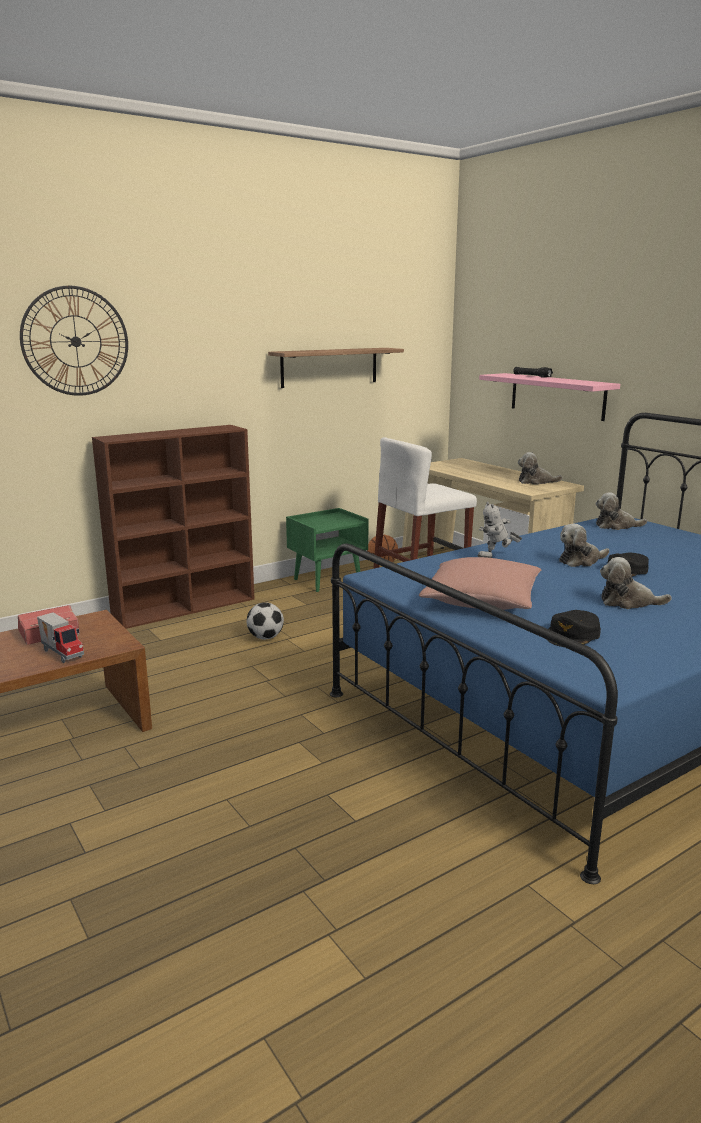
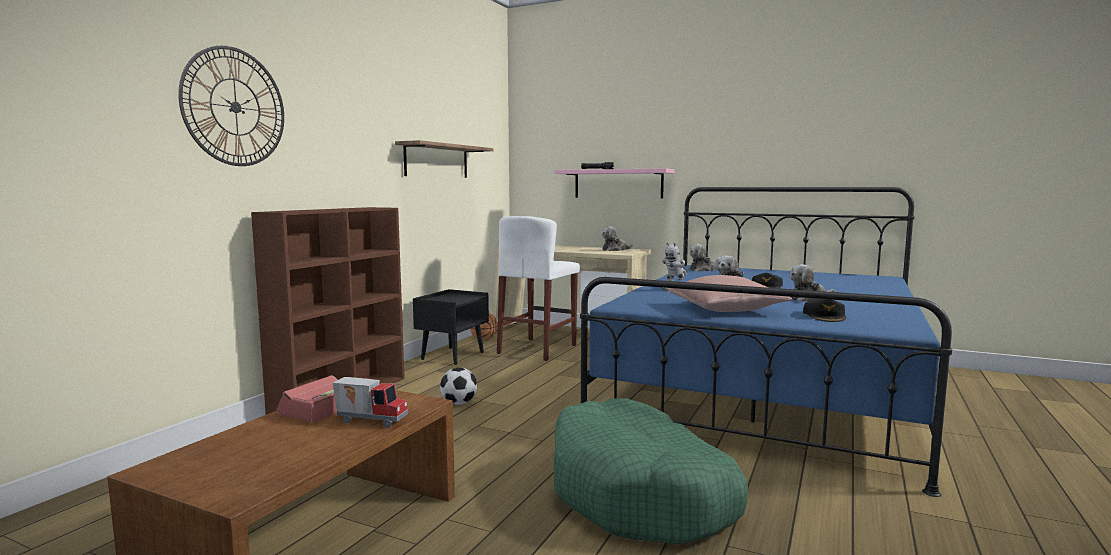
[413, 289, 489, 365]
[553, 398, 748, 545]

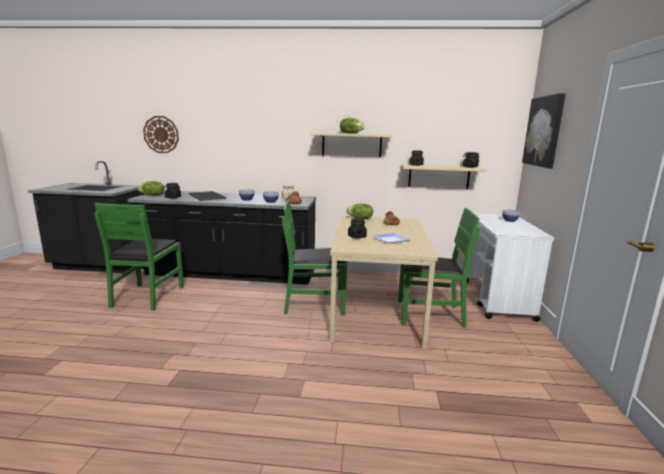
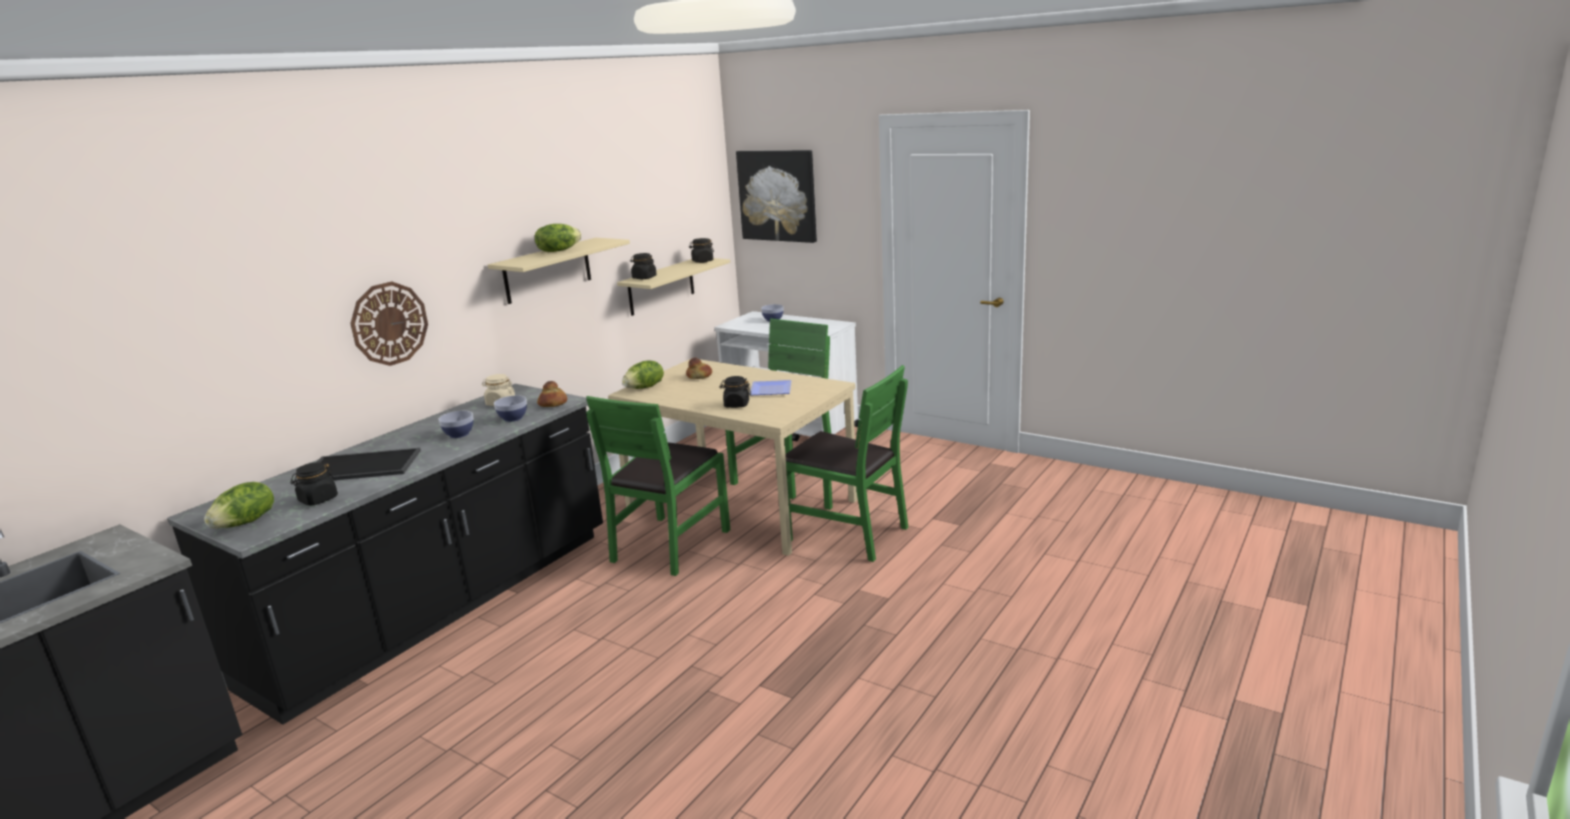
[350, 282, 428, 366]
[785, 365, 908, 562]

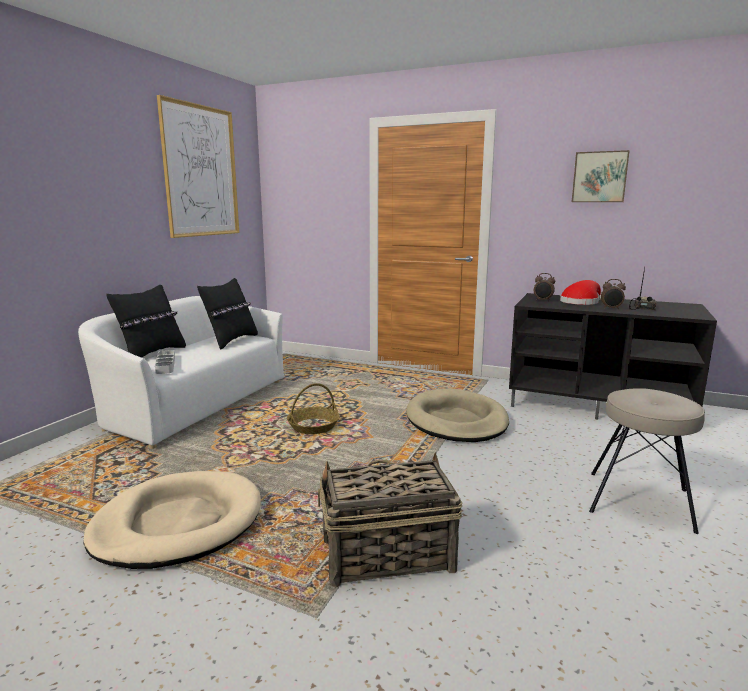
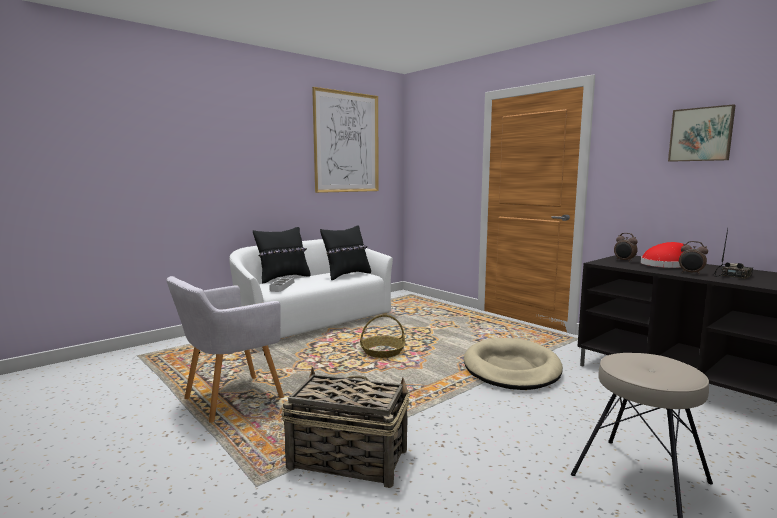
[166, 276, 284, 423]

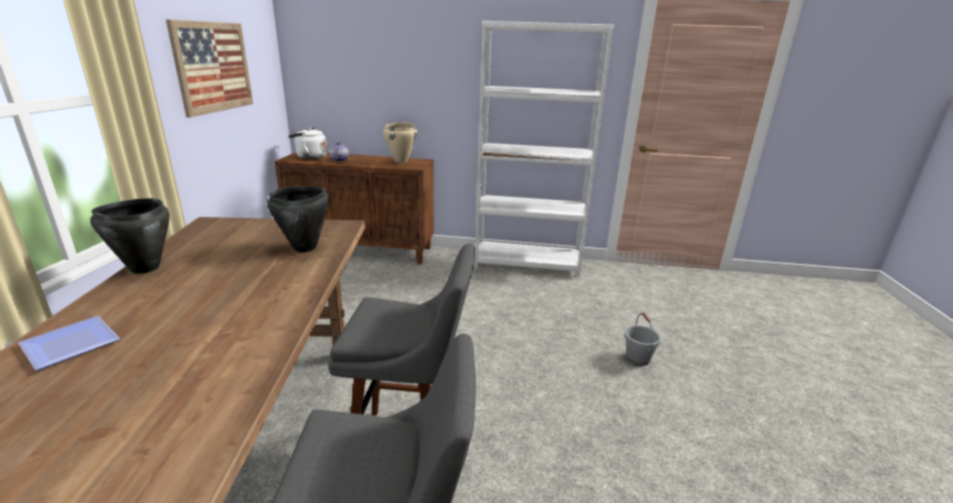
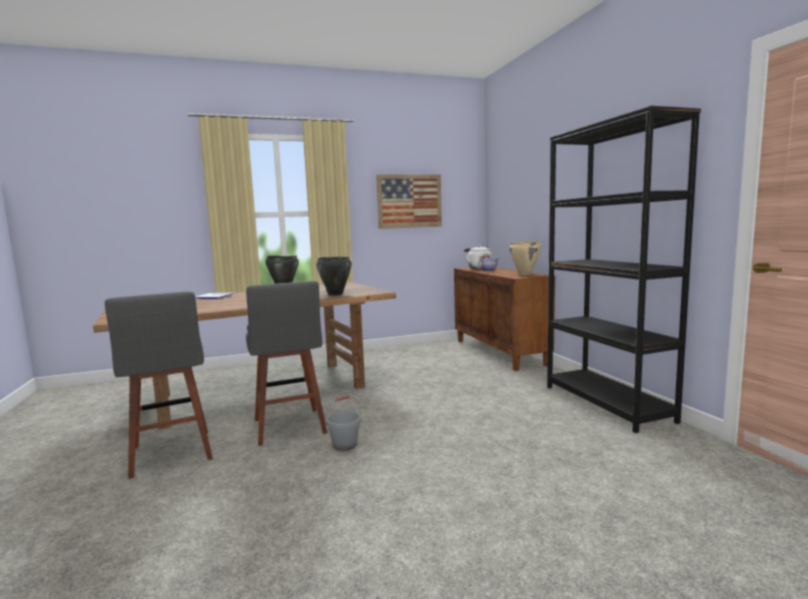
[325, 396, 361, 451]
[547, 106, 701, 433]

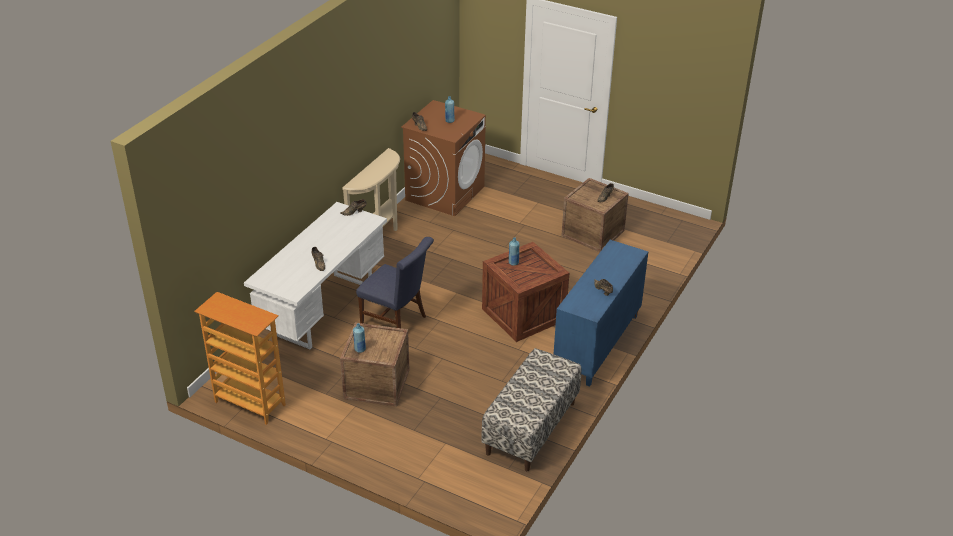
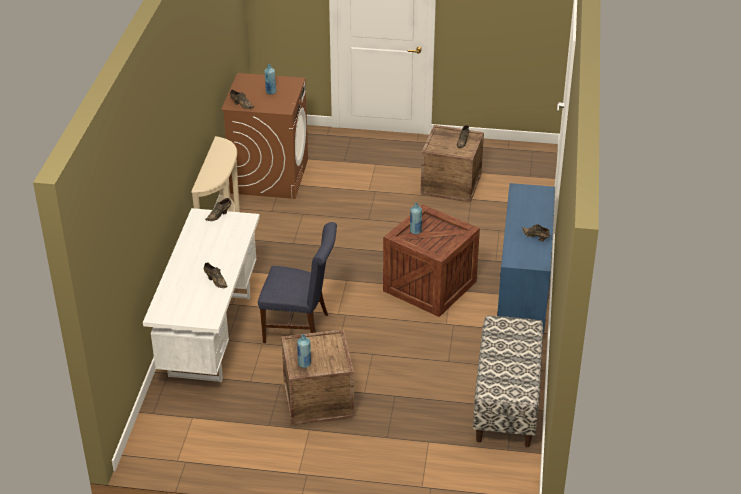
[194, 292, 286, 425] (first image)

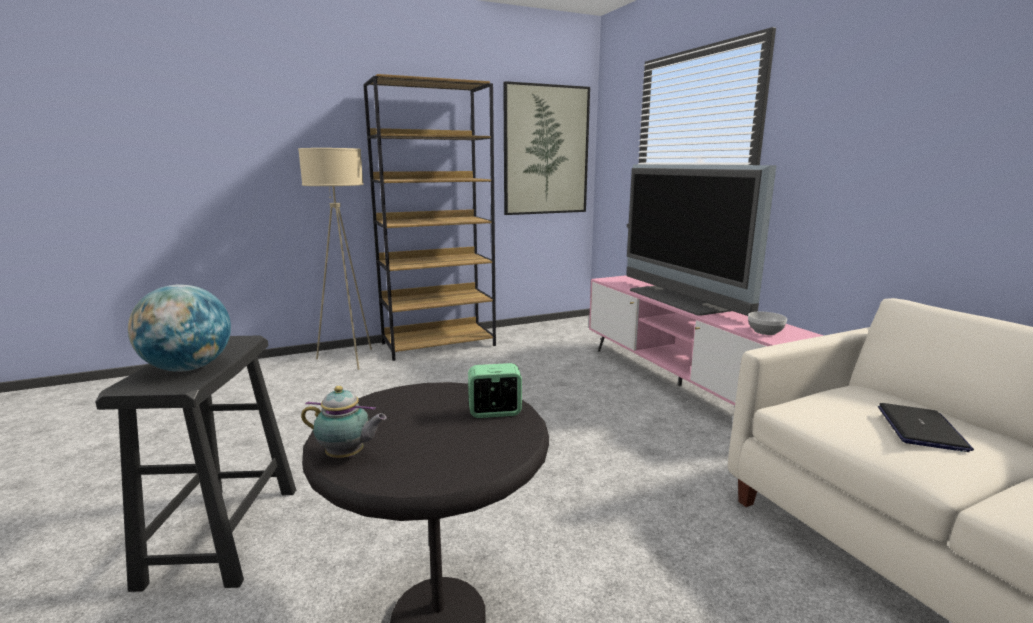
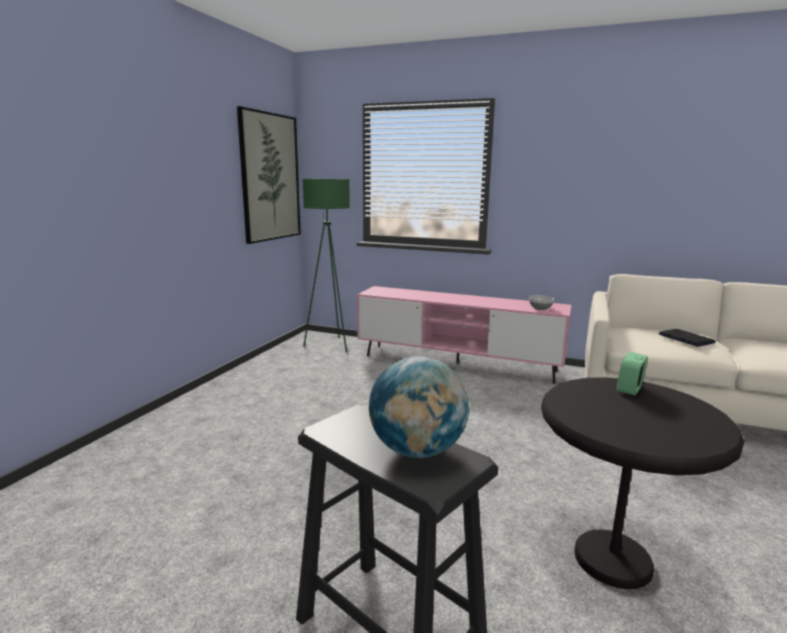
[302, 179, 350, 352]
[298, 148, 372, 370] (first image)
[301, 386, 387, 458] (first image)
[363, 74, 496, 361] (first image)
[626, 165, 776, 316] (first image)

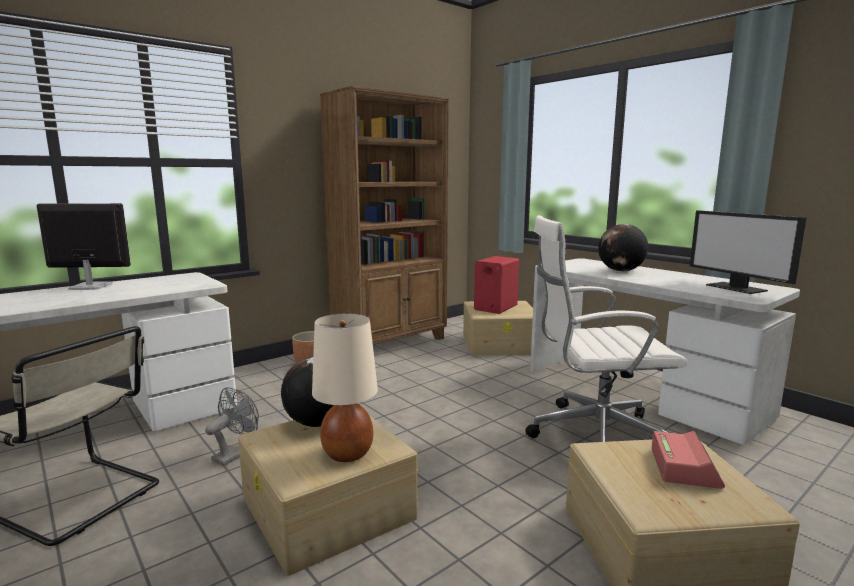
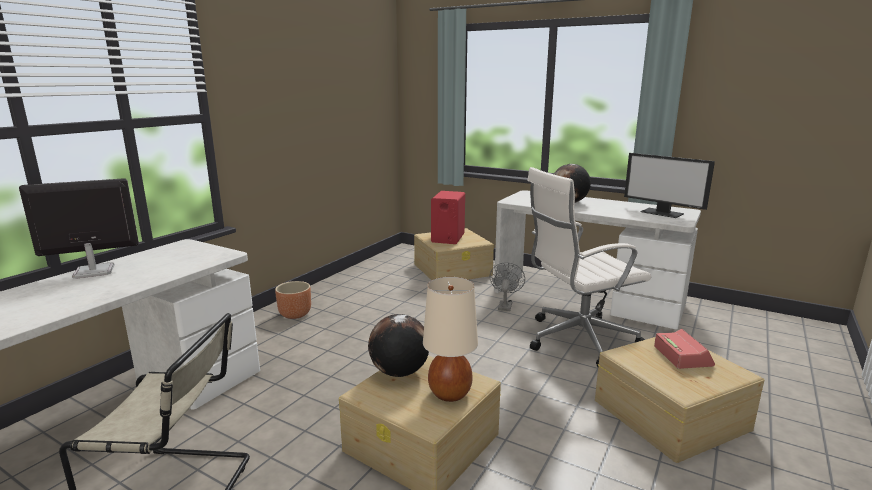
[490, 262, 525, 311]
[320, 86, 449, 344] (first image)

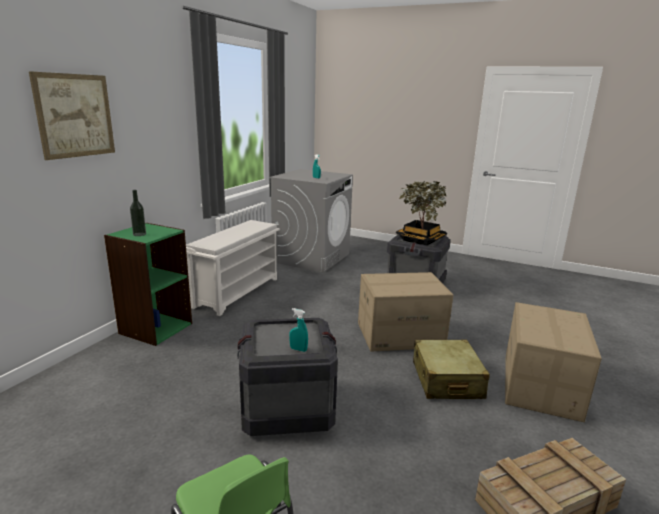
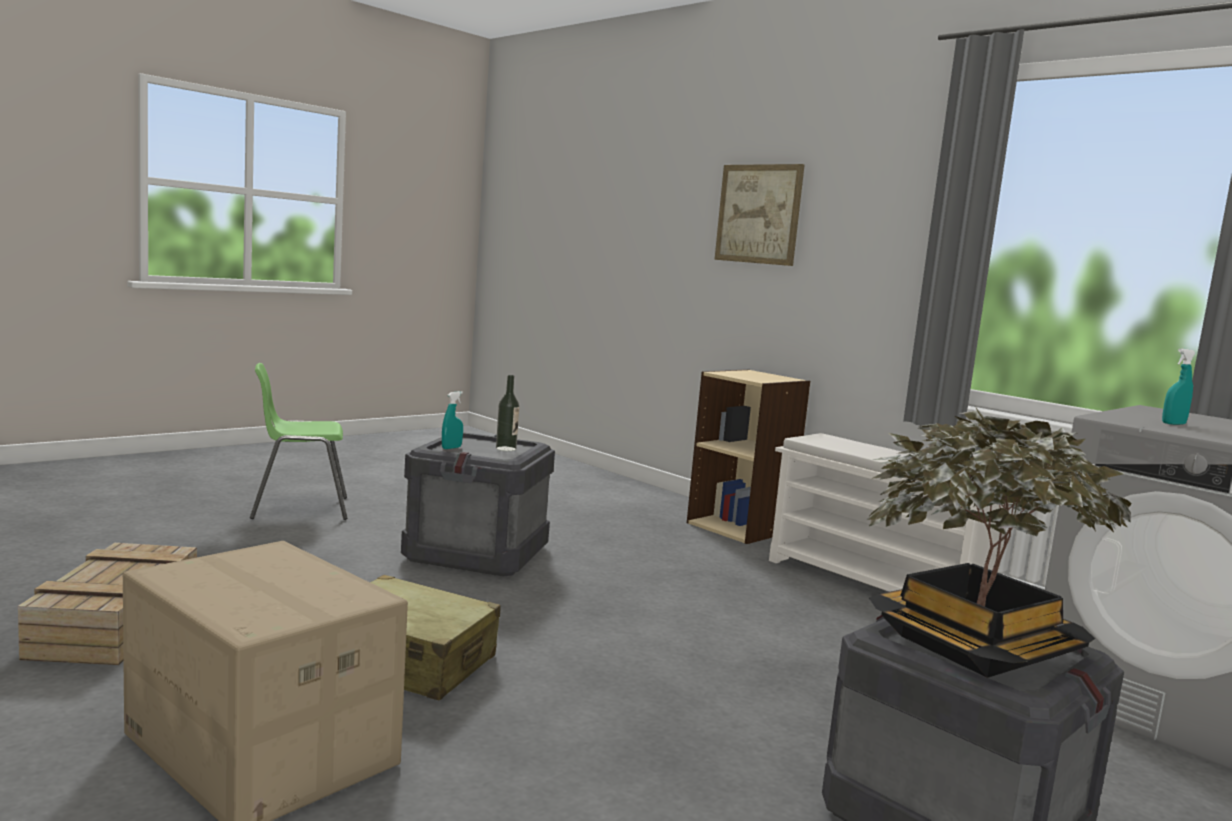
[496, 375, 519, 451]
[687, 369, 810, 544]
[358, 272, 453, 352] (first image)

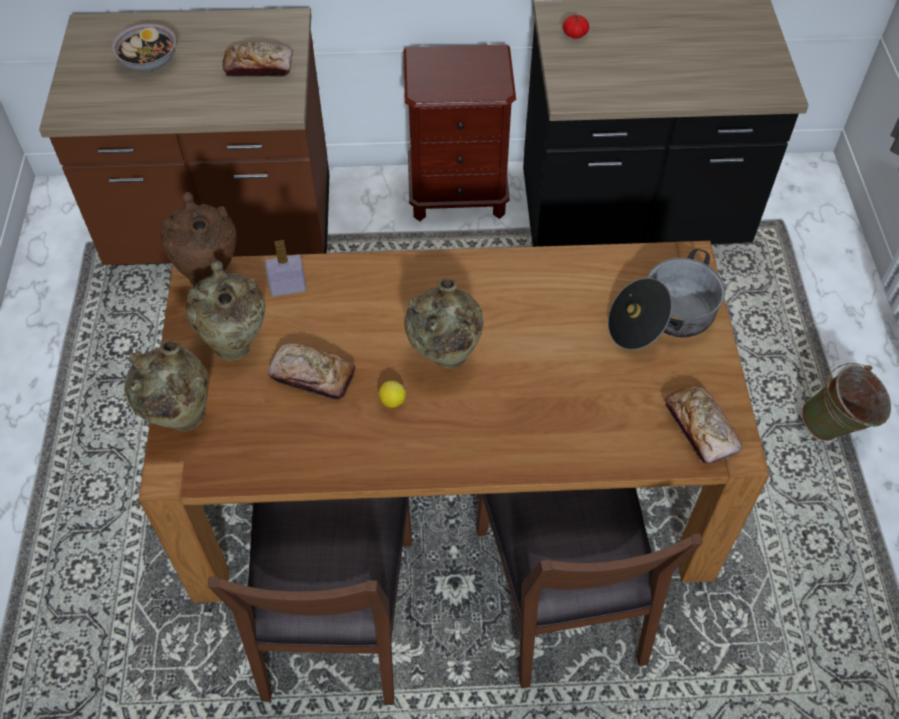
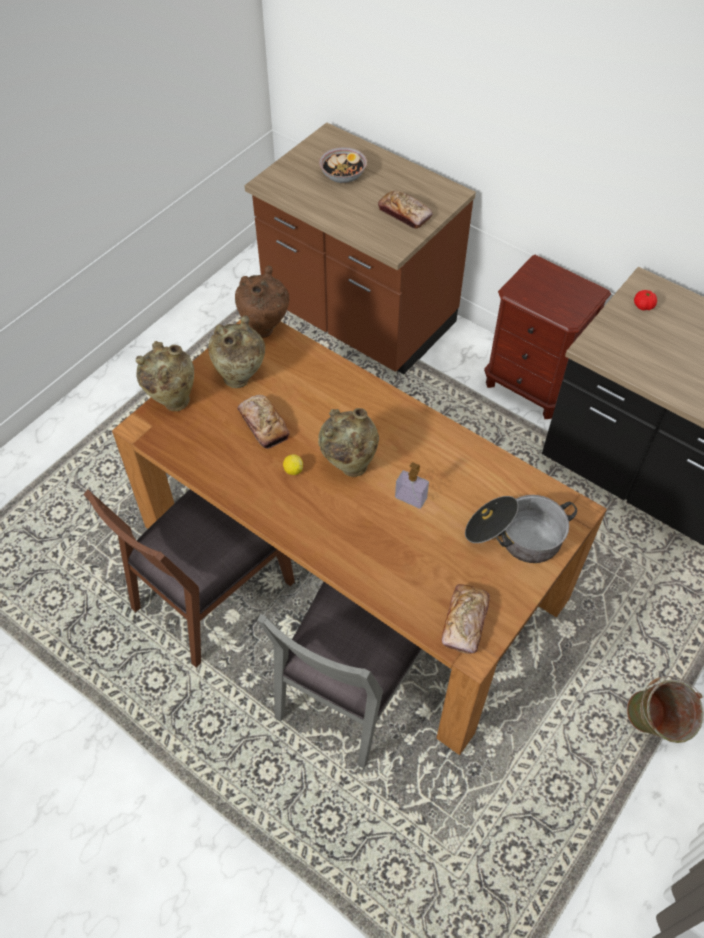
[257, 581, 434, 769]
[395, 462, 429, 509]

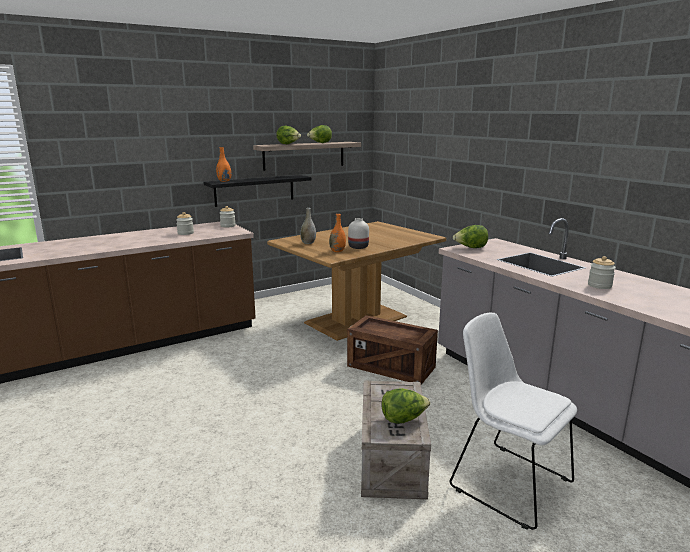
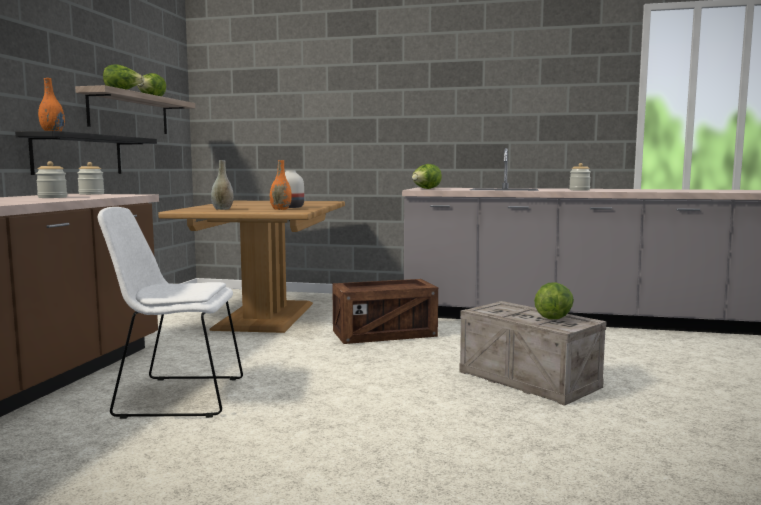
[98, 207, 243, 419]

